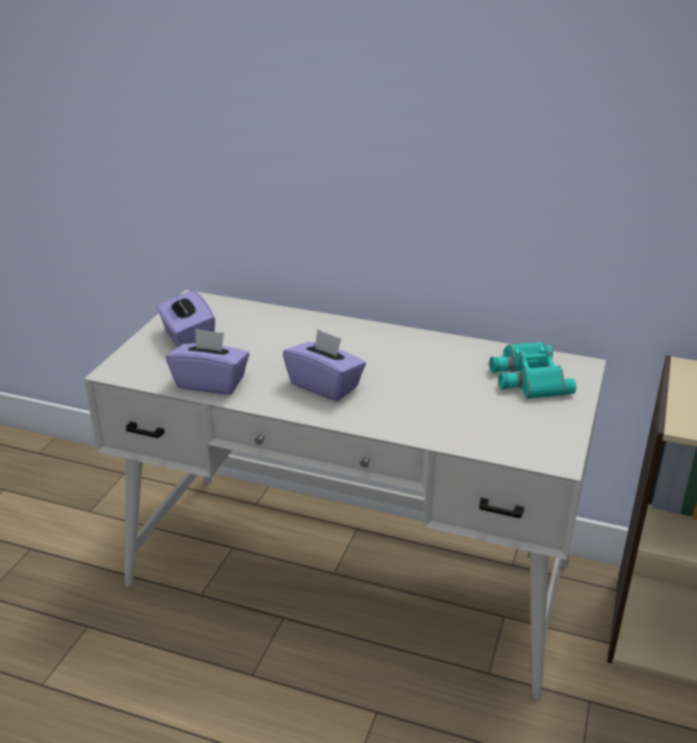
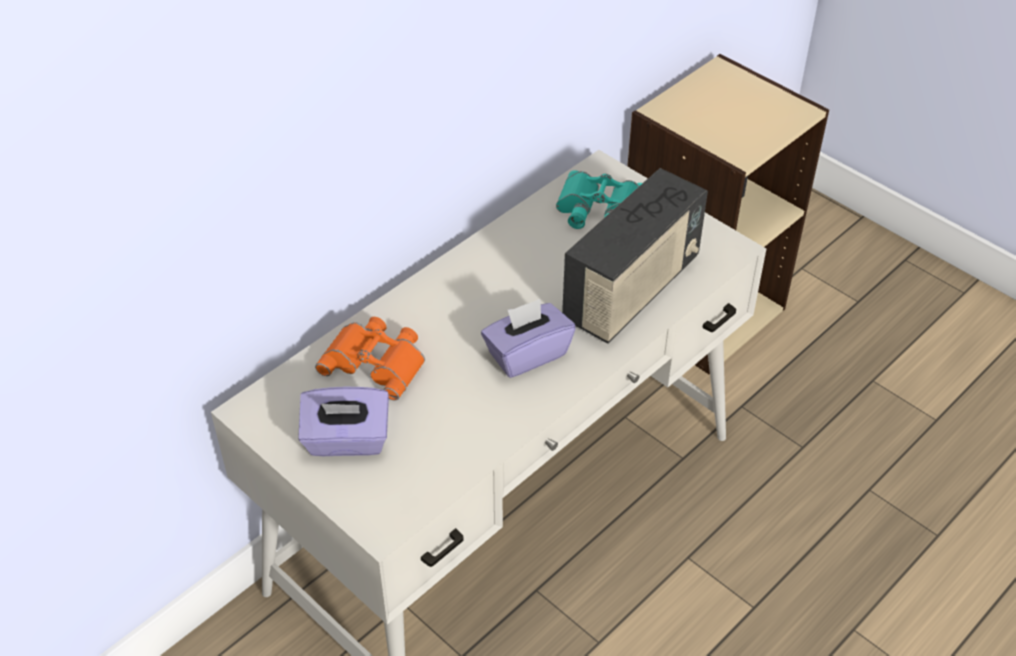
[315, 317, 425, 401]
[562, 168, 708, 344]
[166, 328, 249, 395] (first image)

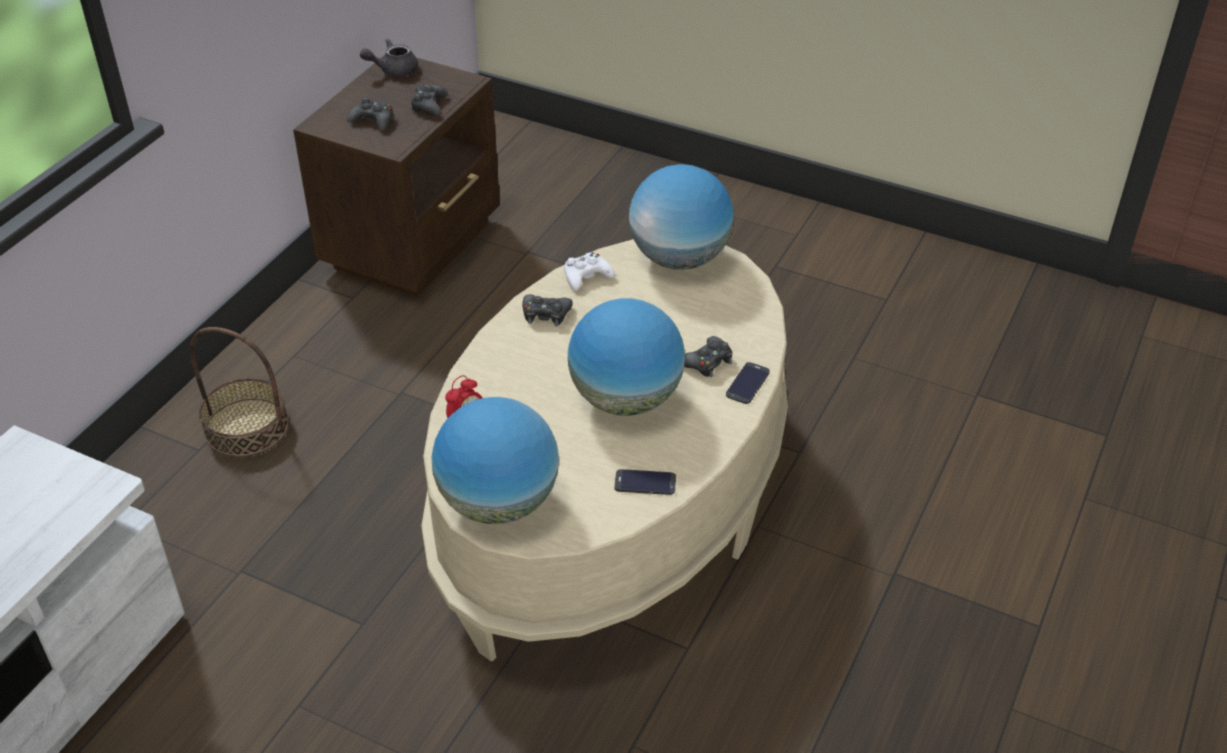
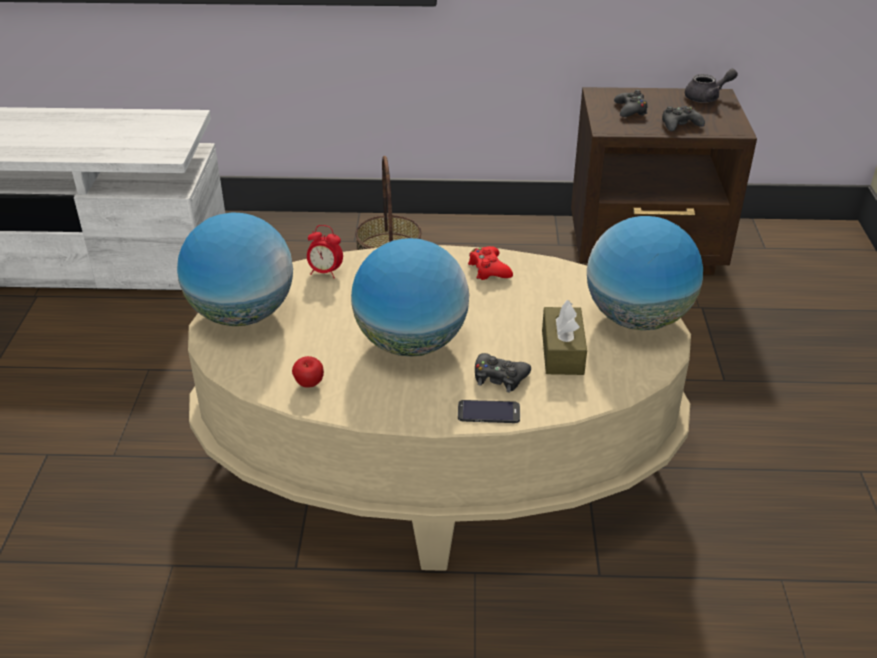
[292, 356, 324, 387]
[468, 246, 513, 280]
[542, 300, 587, 375]
[685, 69, 738, 103]
[564, 252, 615, 291] (first image)

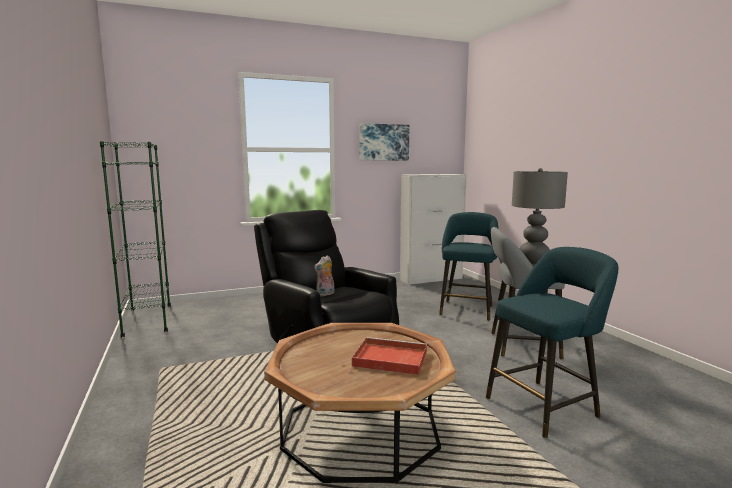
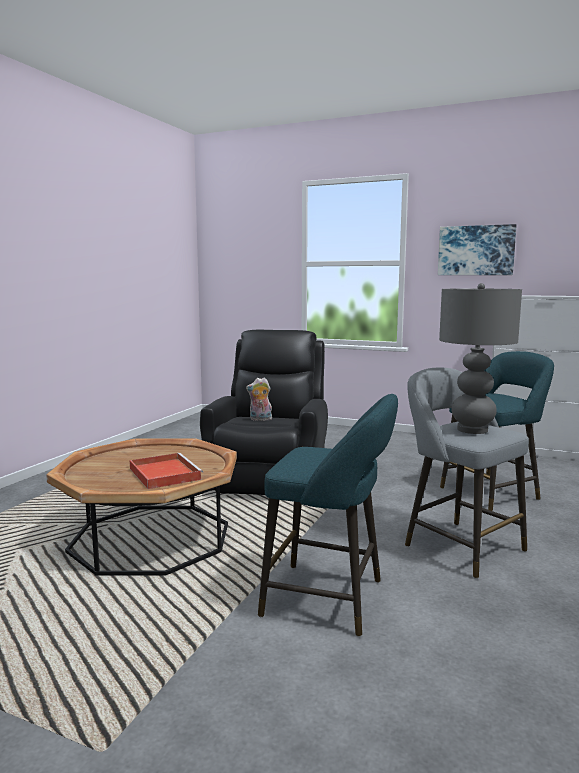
[100, 141, 171, 338] (first image)

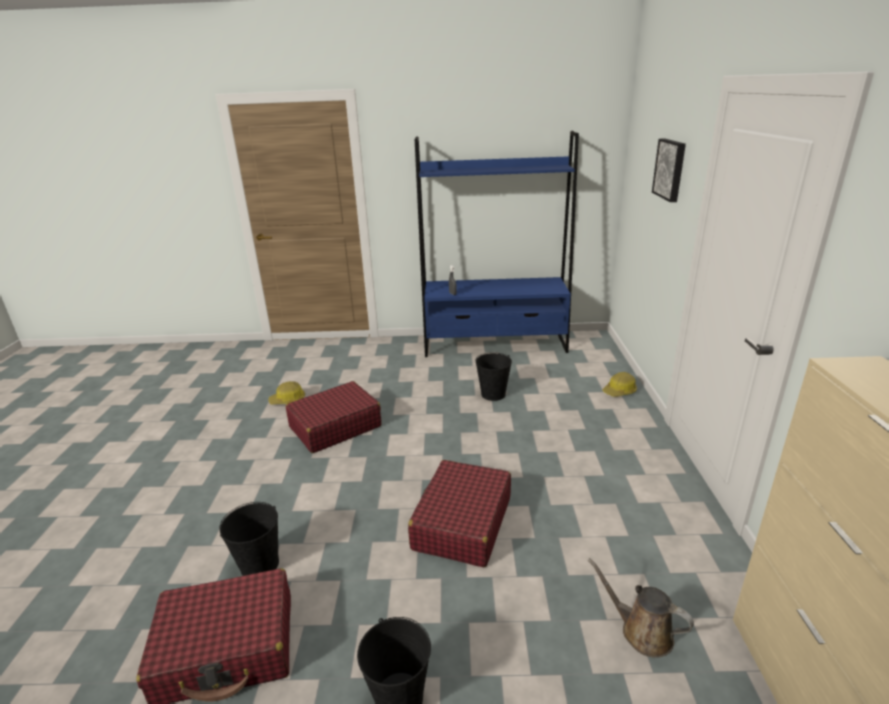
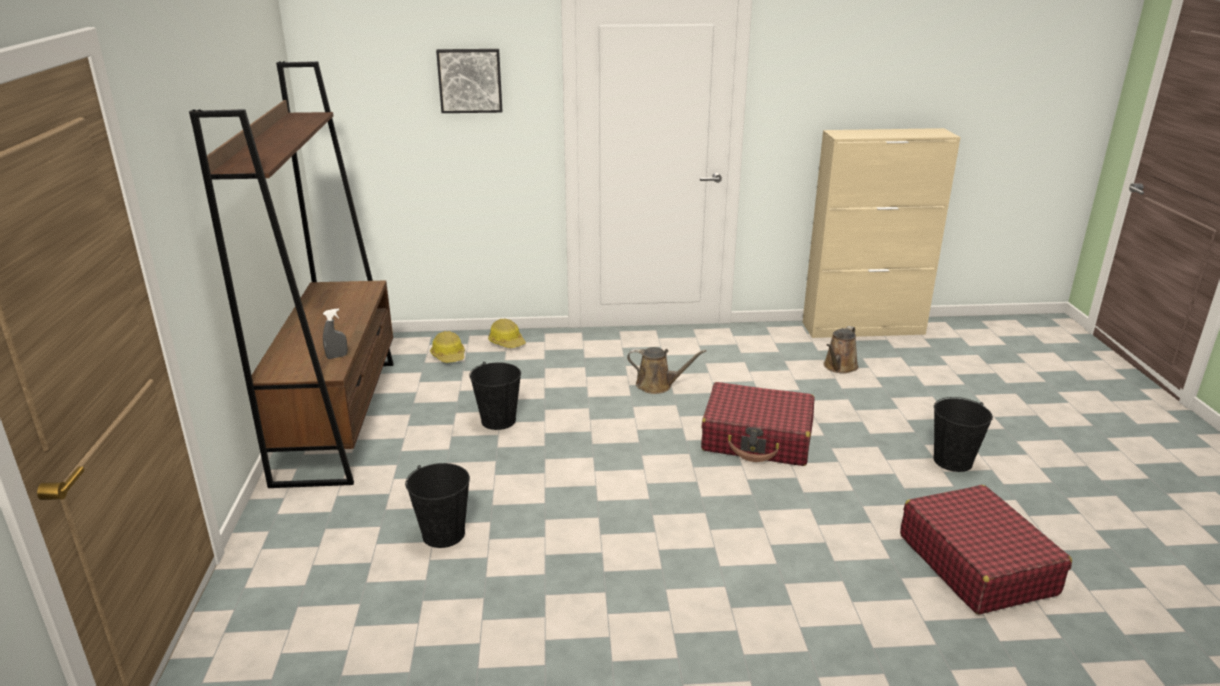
[189, 61, 394, 488]
[405, 463, 470, 548]
[430, 331, 465, 363]
[627, 347, 706, 394]
[286, 381, 382, 453] (first image)

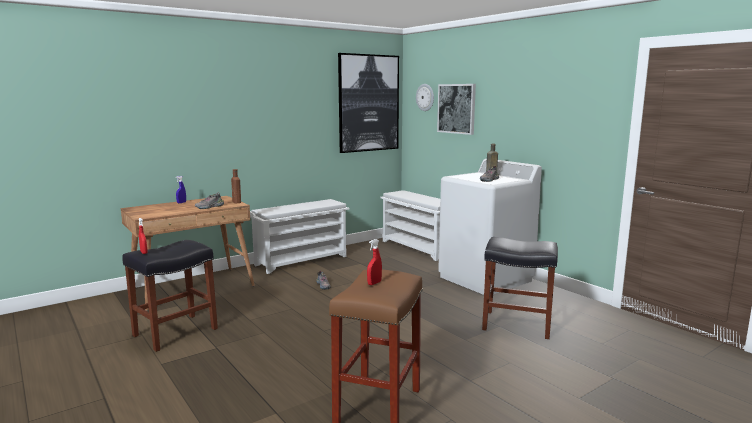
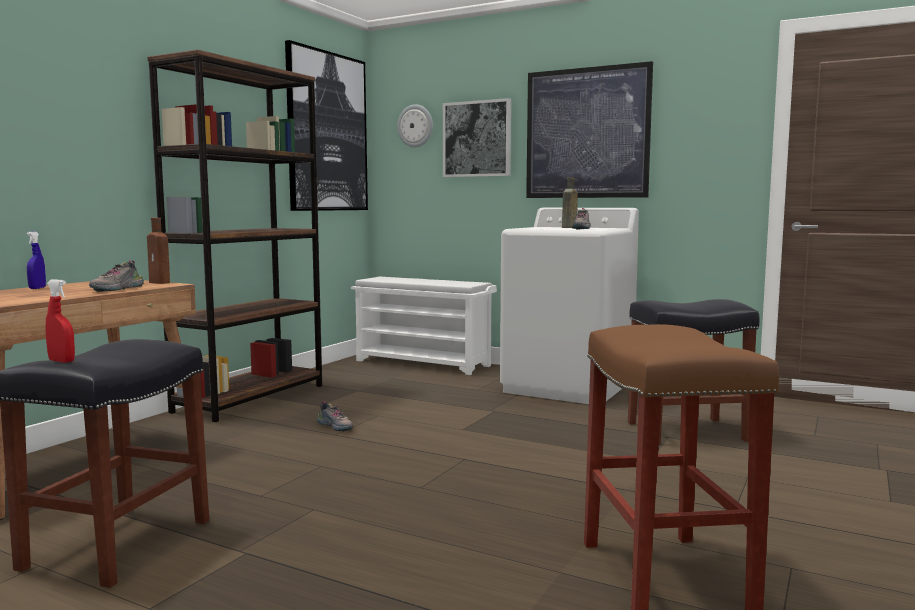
[147, 49, 322, 422]
[526, 61, 653, 198]
[367, 239, 382, 285] (first image)

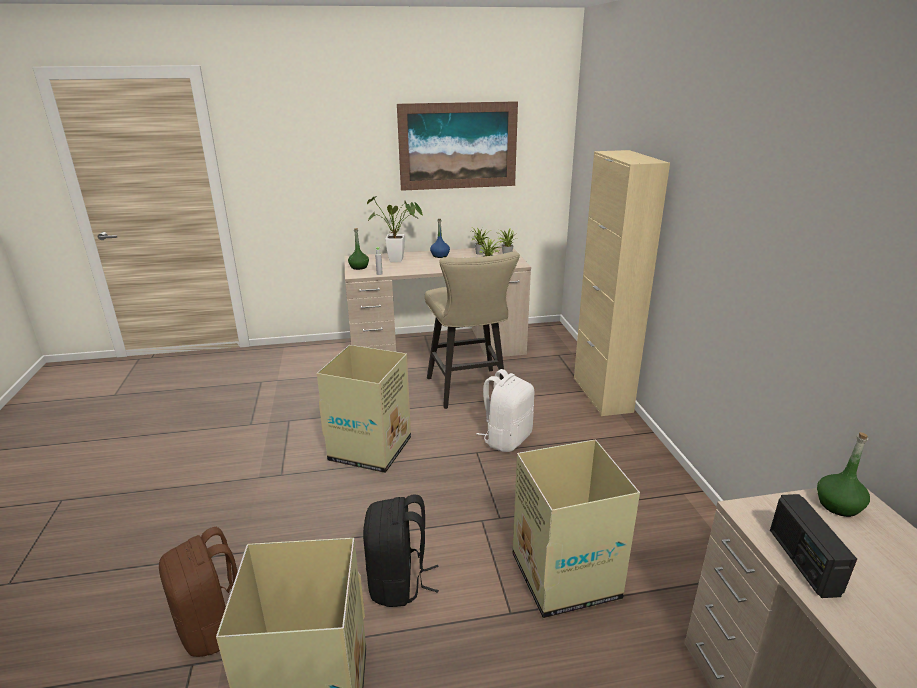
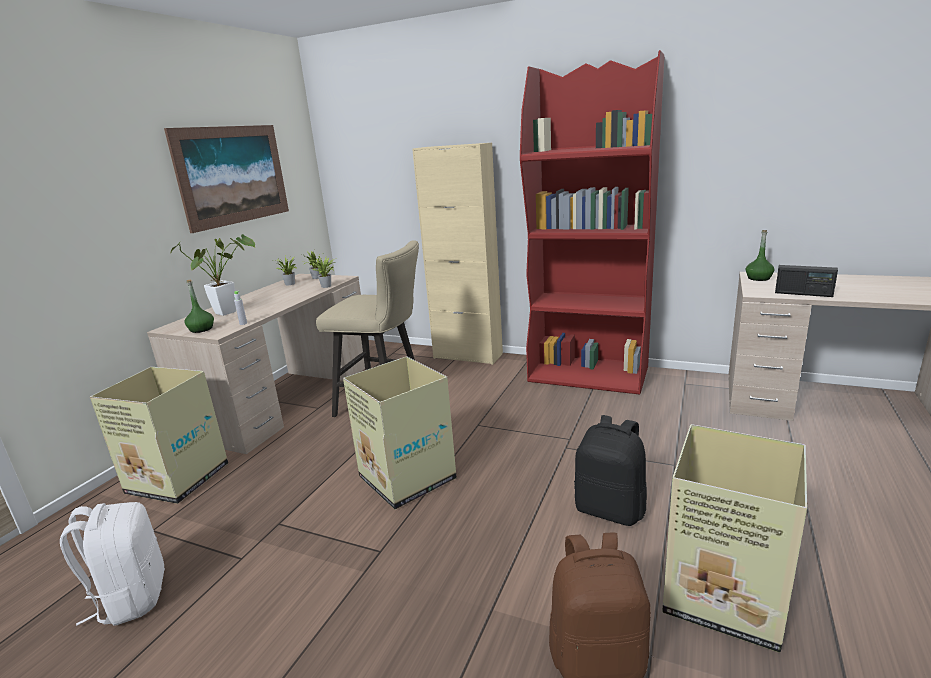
[60, 502, 165, 626]
[90, 367, 228, 504]
[520, 50, 664, 395]
[430, 219, 450, 258] (first image)

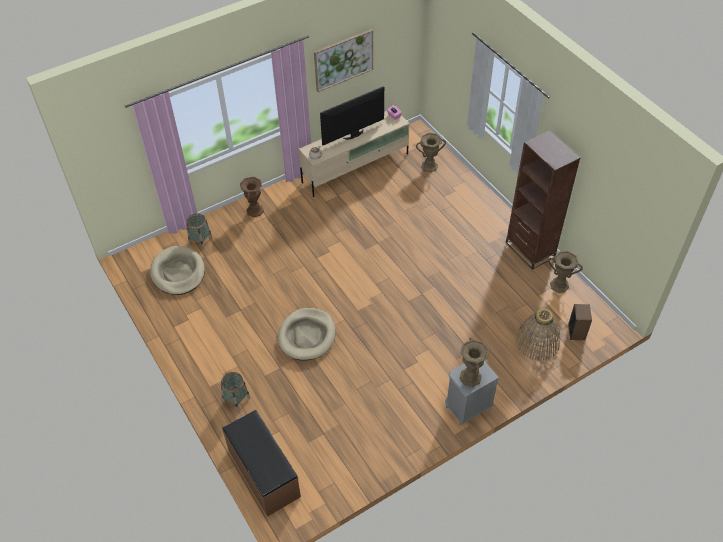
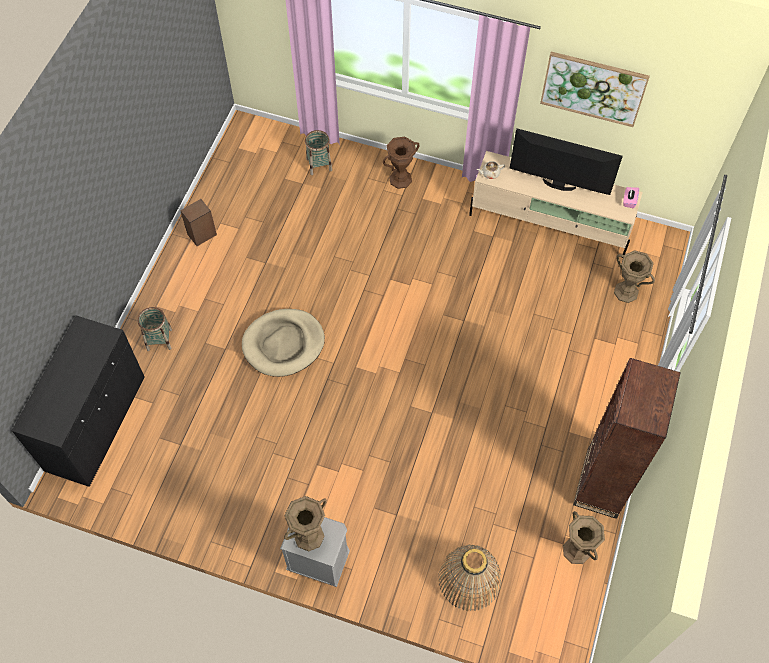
[12, 316, 145, 487]
[180, 199, 217, 246]
[150, 246, 205, 295] (first image)

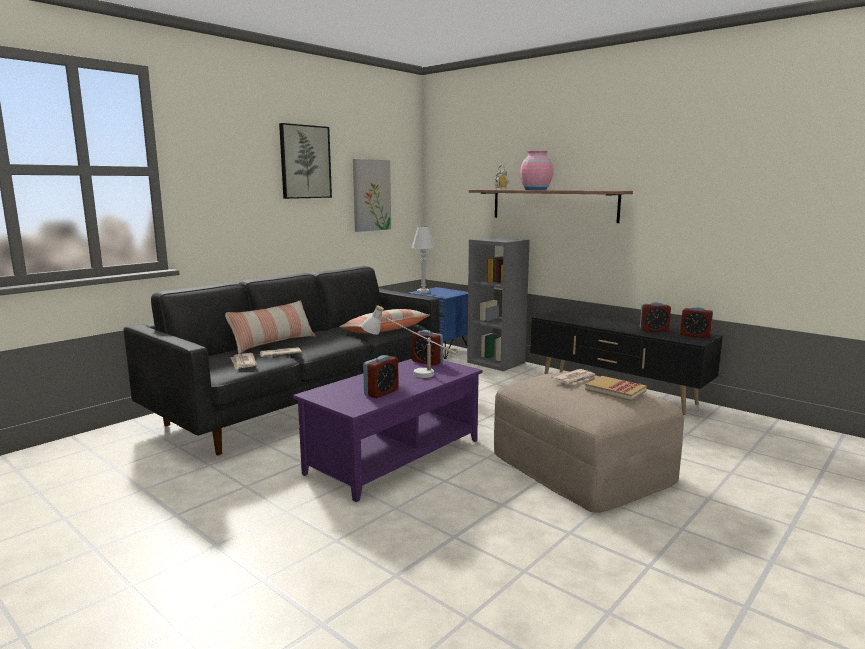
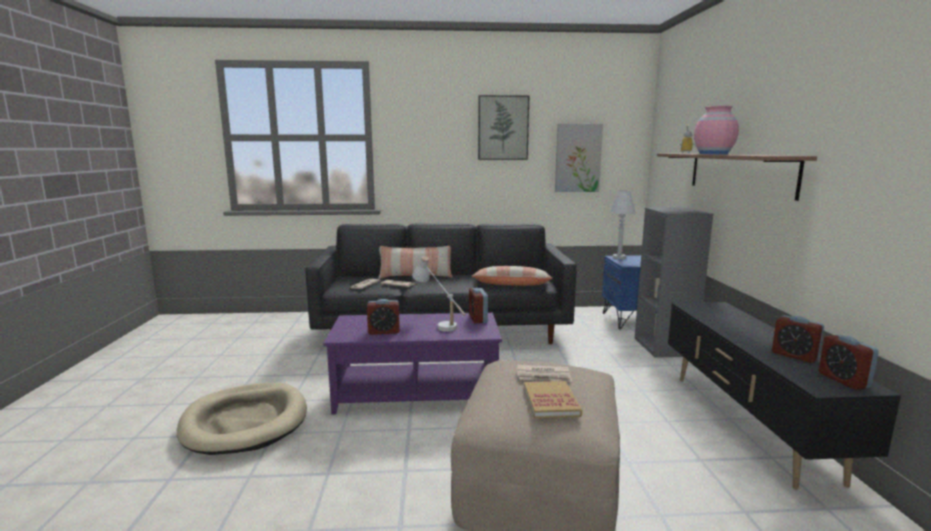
[177, 383, 307, 455]

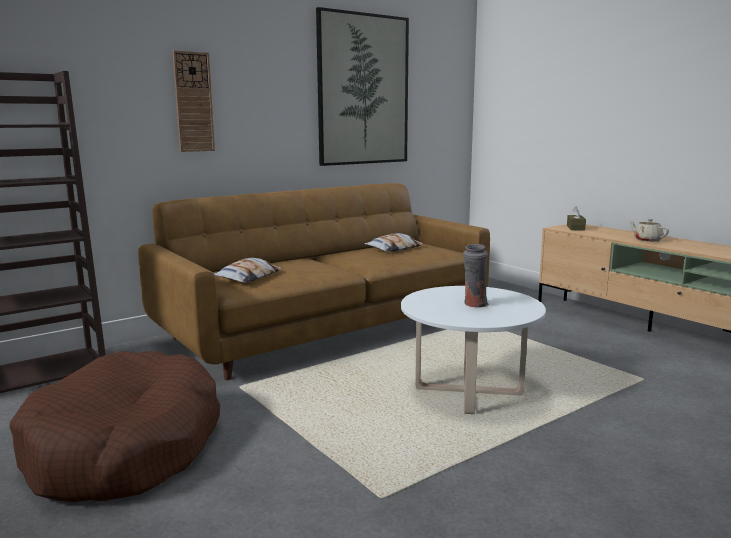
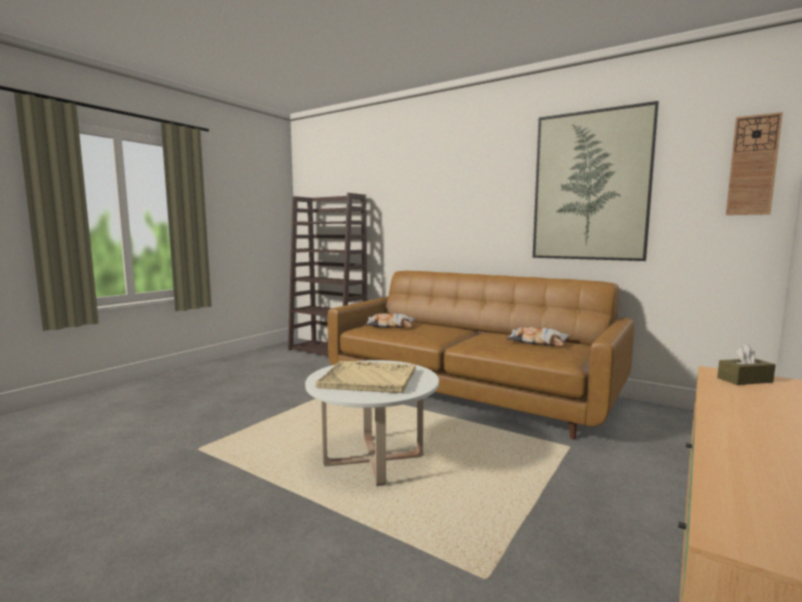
[315, 361, 416, 393]
[726, 112, 783, 215]
[9, 351, 220, 502] (first image)
[629, 219, 669, 242] (first image)

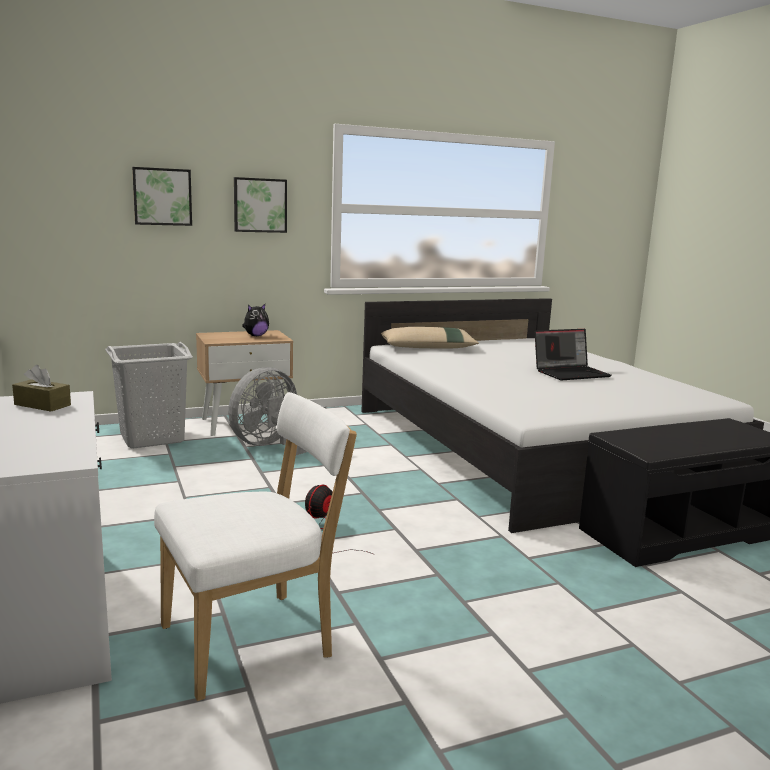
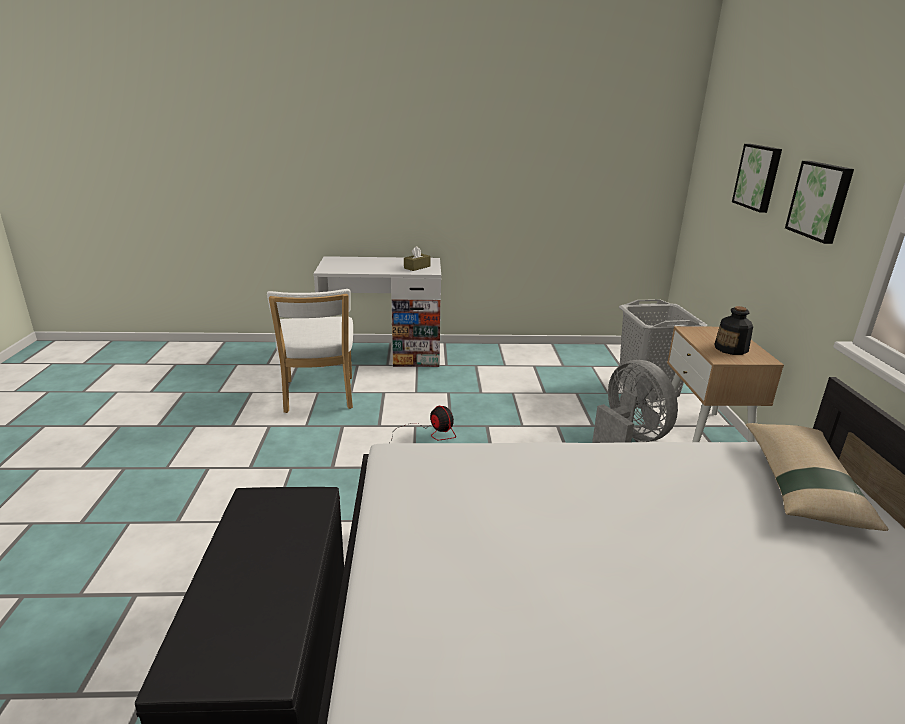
[715, 306, 753, 355]
[535, 329, 612, 380] (first image)

